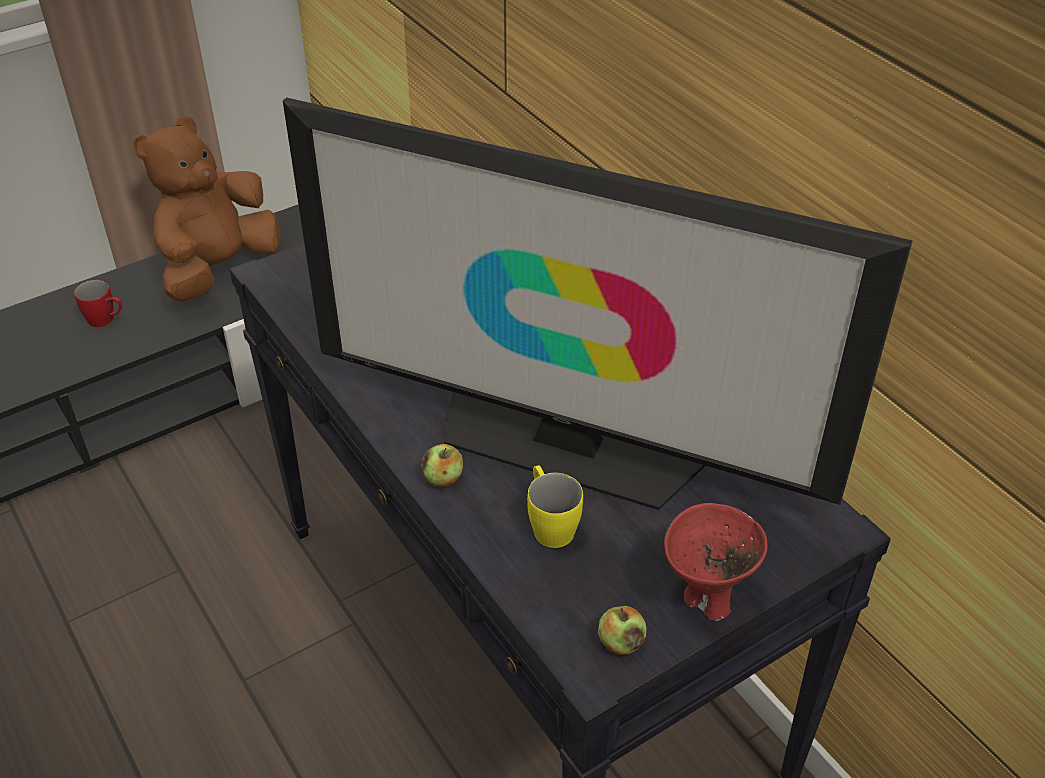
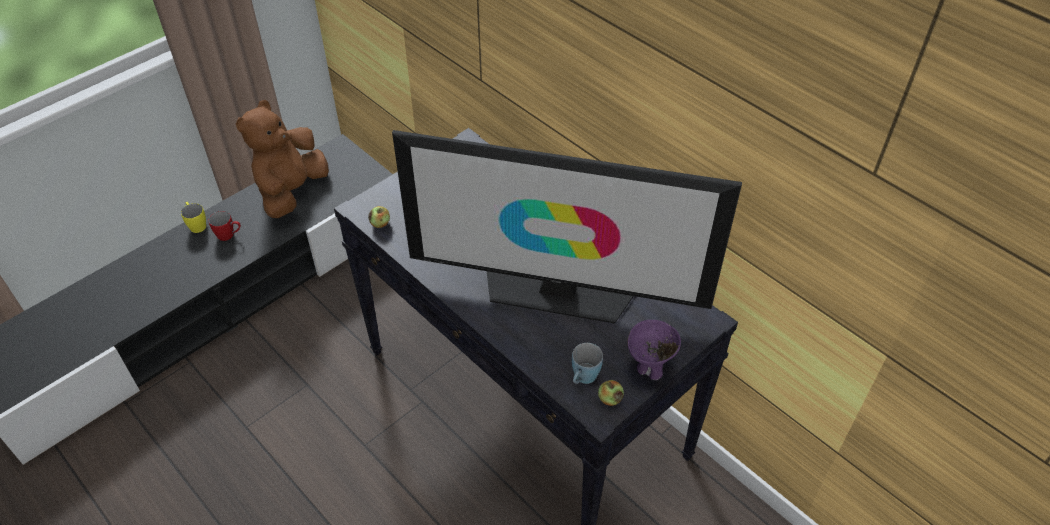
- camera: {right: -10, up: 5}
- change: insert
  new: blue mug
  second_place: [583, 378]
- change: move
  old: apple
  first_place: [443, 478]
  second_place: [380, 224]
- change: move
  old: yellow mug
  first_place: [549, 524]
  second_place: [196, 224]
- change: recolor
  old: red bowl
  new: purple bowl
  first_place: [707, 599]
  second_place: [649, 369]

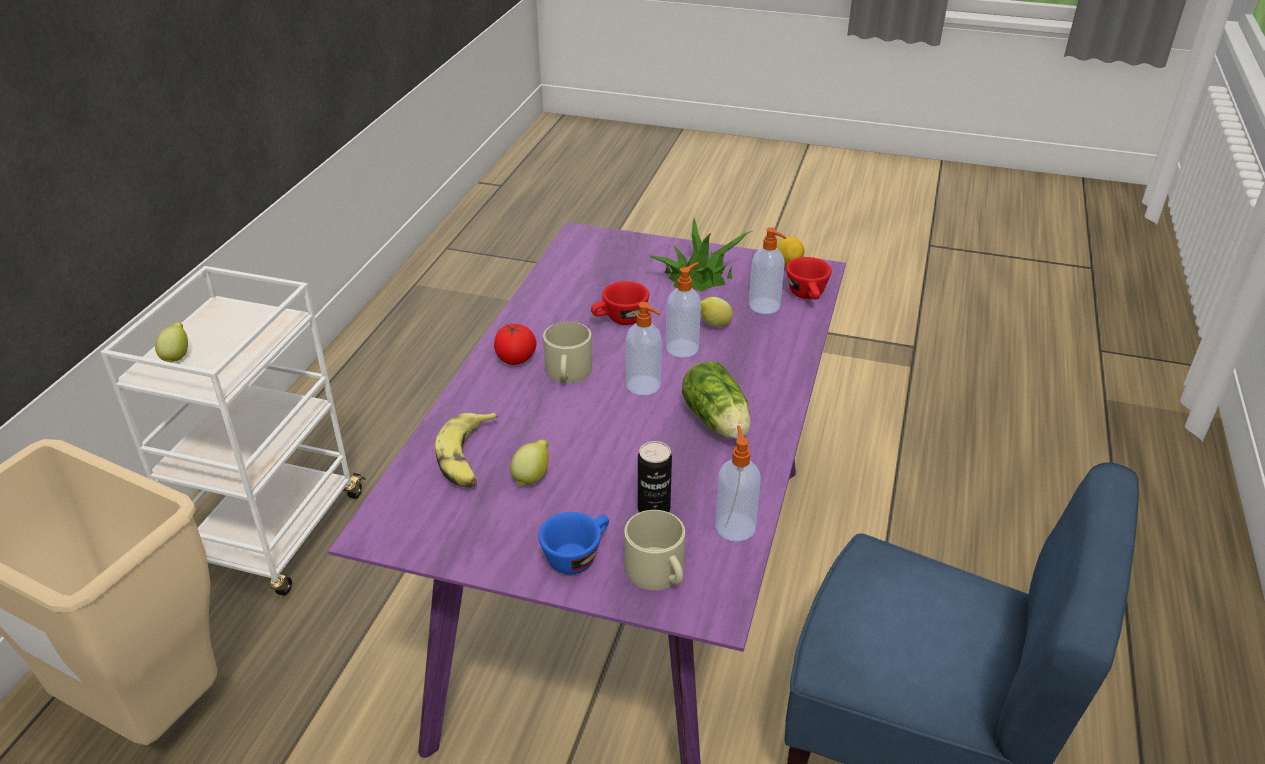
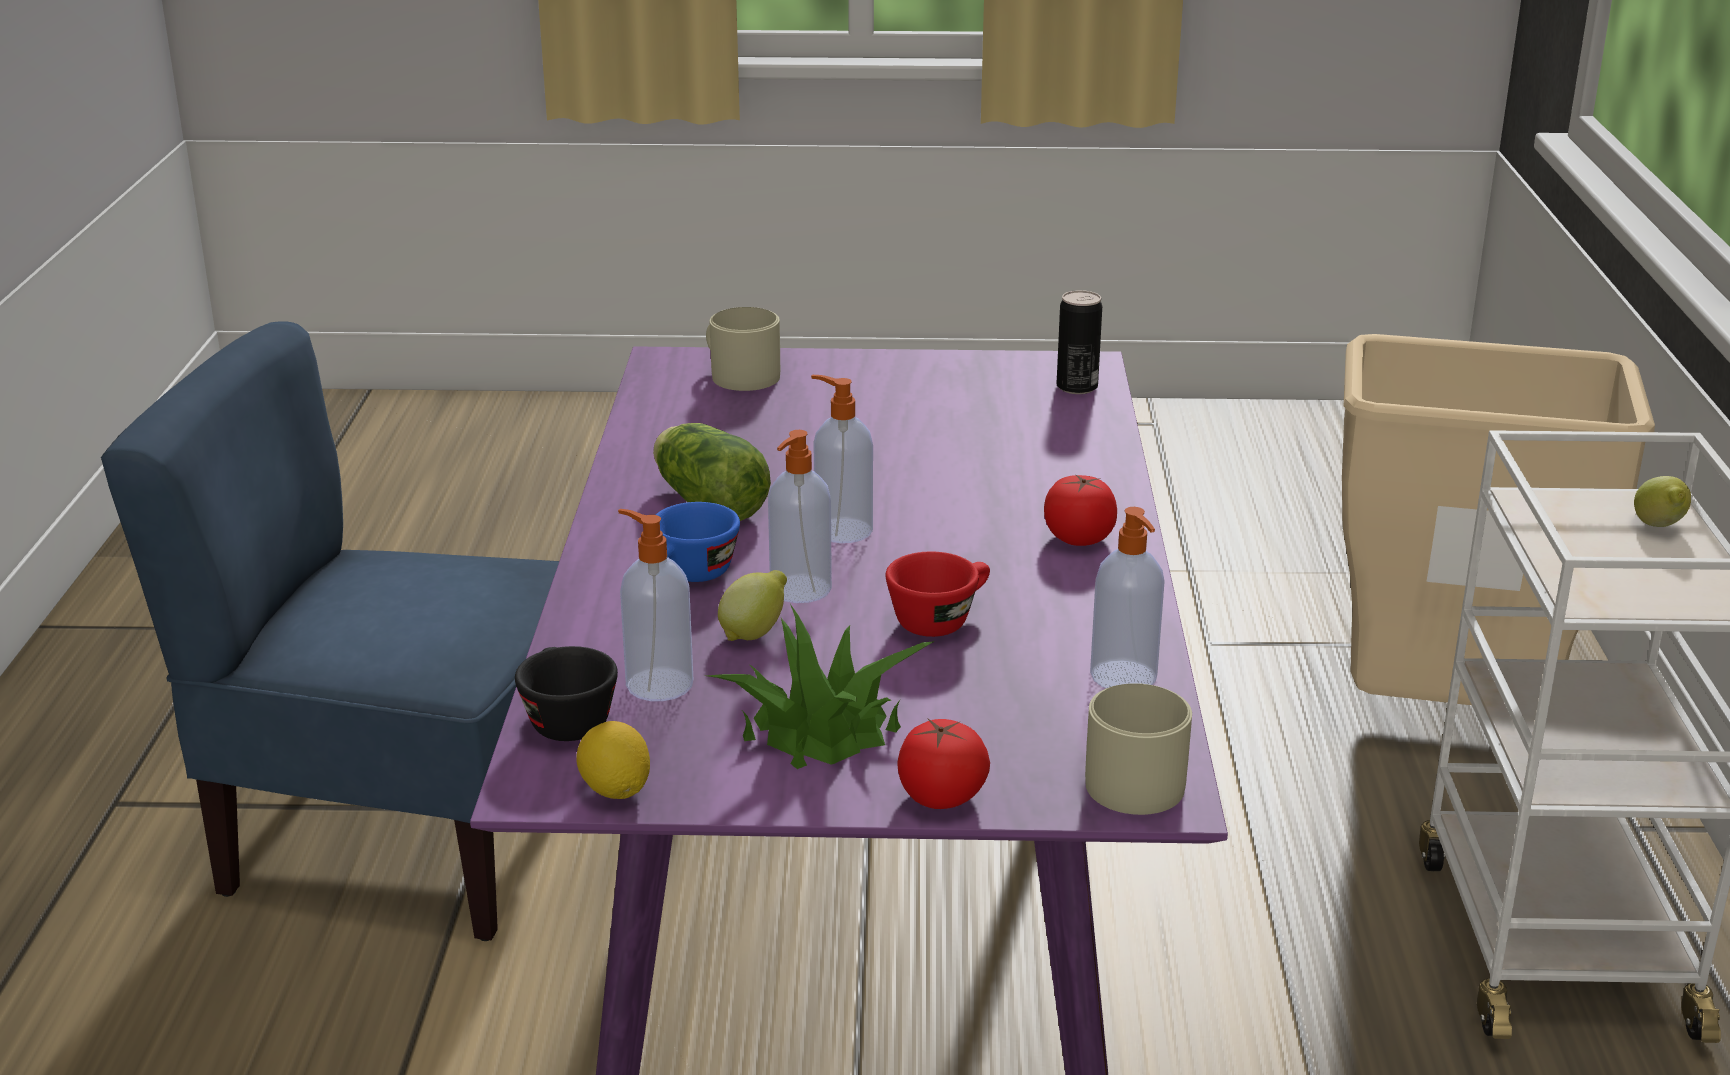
- camera: {right: 165, up: -10}
- change: delete
  old: banana
  first_place: [468, 458]
- change: delete
  old: lemon
  first_place: [532, 477]
- change: insert
  new: tomato
  second_place: [941, 797]
- change: move
  old: blue cup
  first_place: [577, 555]
  second_place: [690, 577]
- change: move
  old: beige mug
  first_place: [567, 373]
  second_place: [1130, 778]
- change: move
  old: can
  first_place: [654, 508]
  second_place: [1077, 387]
- change: move
  old: soap dispenser
  first_place: [735, 526]
  second_place: [1124, 677]
- change: recolor
  old: red cup
  new: black cup
  first_place: [808, 296]
  second_place: [565, 719]

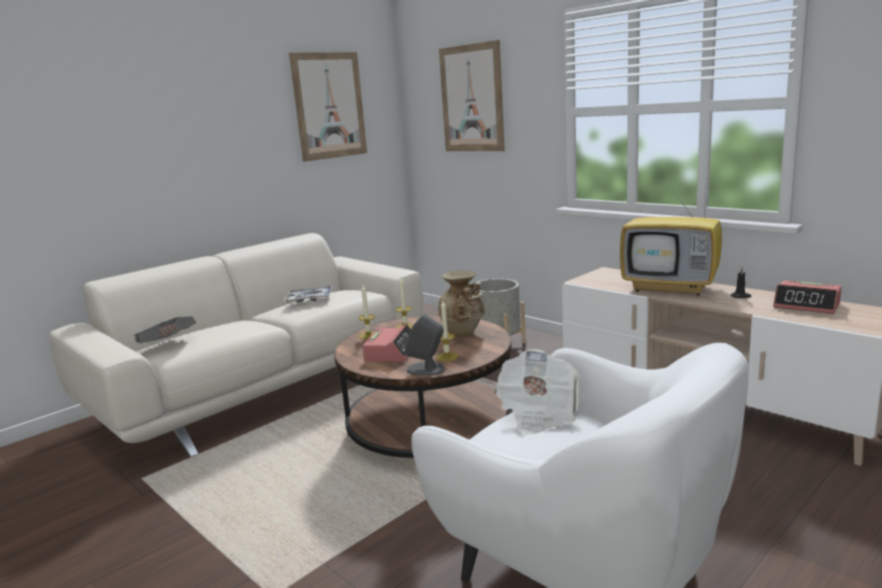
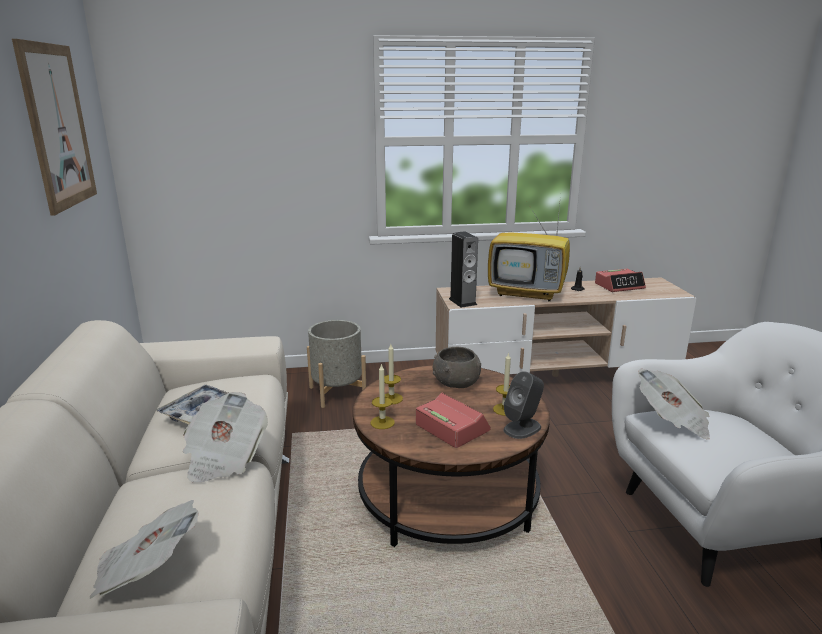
- camera: {right: -55, up: 5}
- change: delete
  old: picture
  first_place: [472, 98]
- change: insert
  new: newspaper
  second_place: [224, 457]
- change: insert
  new: speaker
  second_place: [462, 302]
- change: replace
  old: beige vase
  new: grey bowl
  first_place: [463, 333]
  second_place: [456, 383]
- change: rotate
  old: television
  first_place: [672, 288]
  second_place: [528, 293]
  degrees: 45

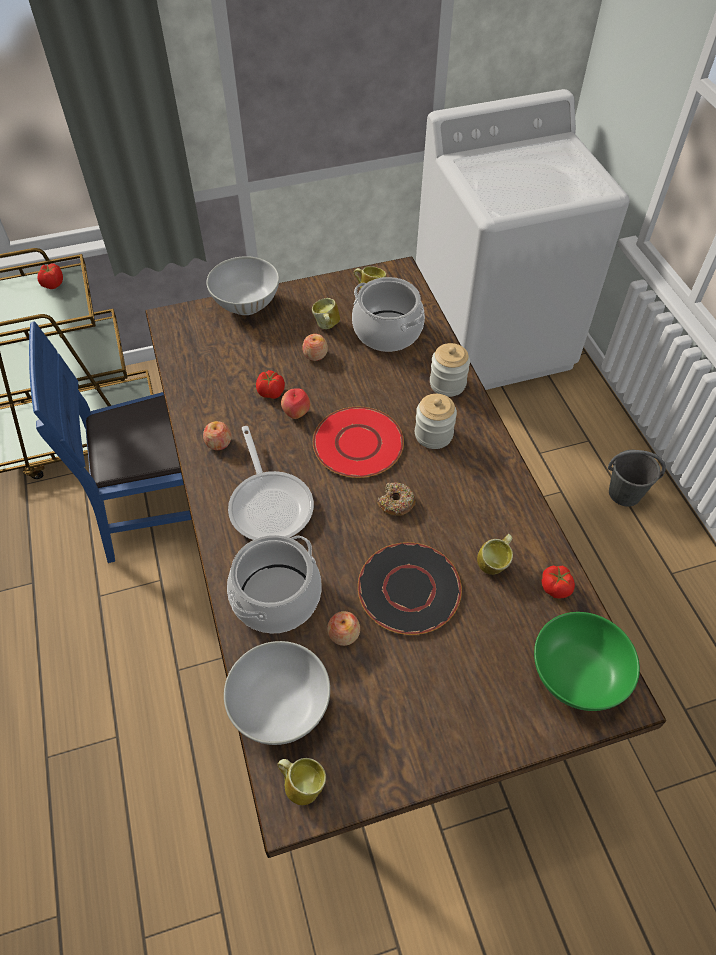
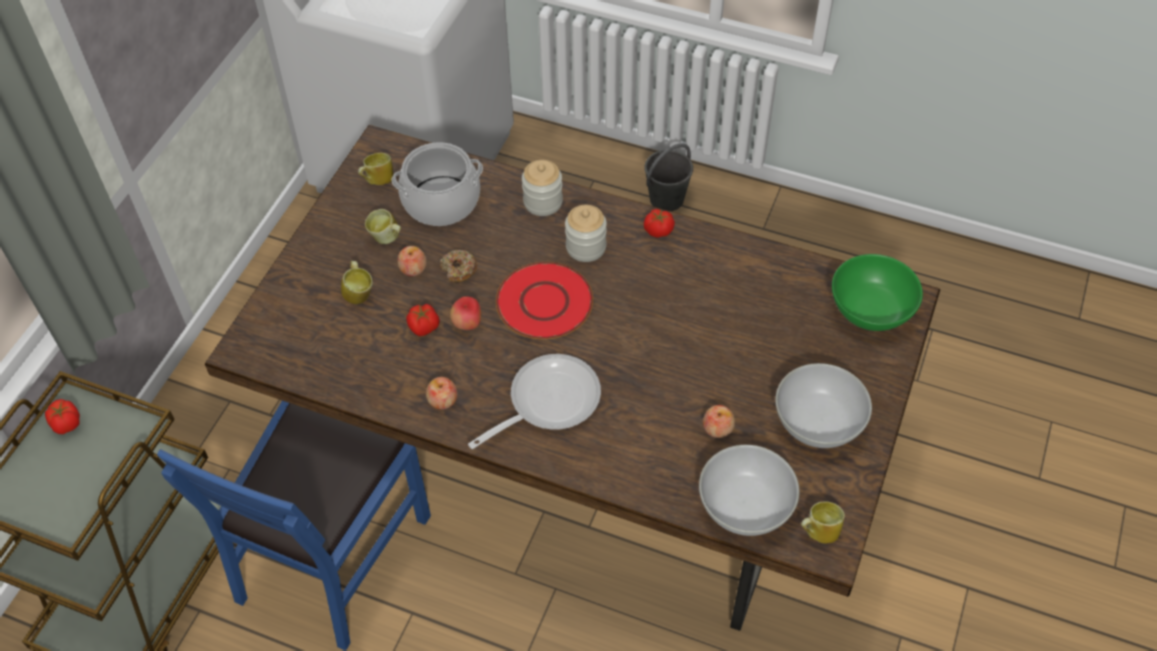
- camera: {right: -50, up: 0}
- change: delete
  old: cooking pot
  first_place: [277, 598]
- change: delete
  old: black plate
  first_place: [408, 588]
- change: move
  old: white bowl
  first_place: [246, 304]
  second_place: [817, 424]
- change: move
  old: donut
  first_place: [396, 503]
  second_place: [459, 270]
- change: move
  old: mug
  first_place: [495, 564]
  second_place: [359, 293]
- change: move
  old: tomato
  first_place: [555, 588]
  second_place: [658, 231]
- change: rotate
  old: frying pan
  first_place: [270, 504]
  second_place: [547, 402]
  degrees: -60

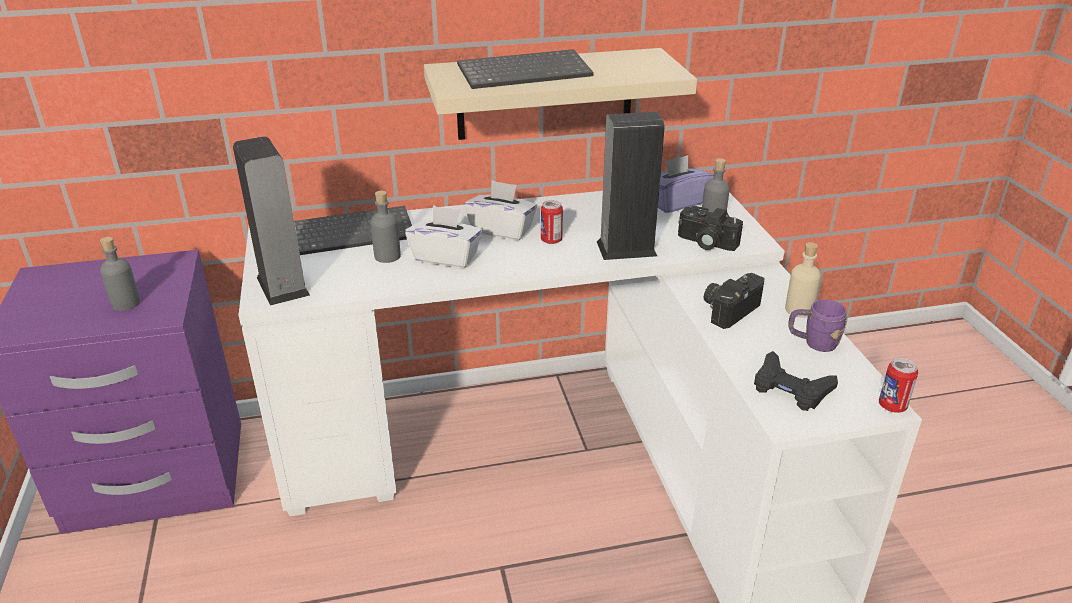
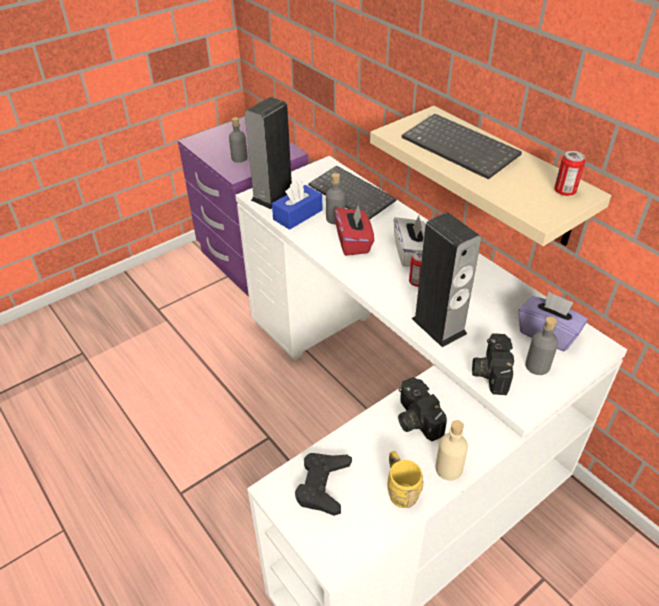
- camera: {right: 65, up: 10}
- change: insert
  new: blue tissue box
  second_place: [298, 215]
- change: move
  old: can
  first_place: [892, 406]
  second_place: [564, 191]
- change: recolor
  old: white tissue box
  new: red tissue box
  first_place: [446, 257]
  second_place: [353, 242]
- change: recolor
  old: purple mug
  new: yellow mug
  first_place: [813, 343]
  second_place: [400, 489]
- change: rotate
  old: photo camera
  first_place: [729, 309]
  second_place: [415, 419]
  degrees: -135

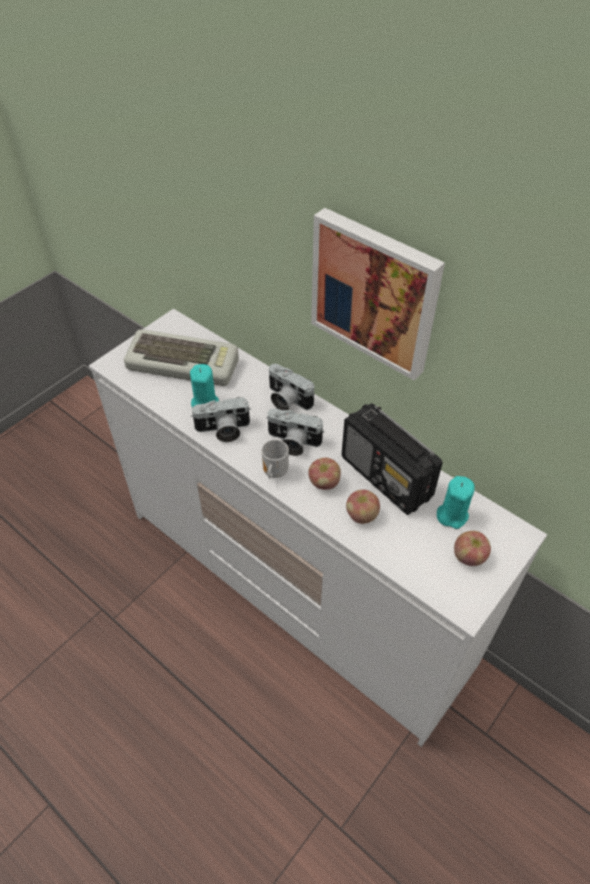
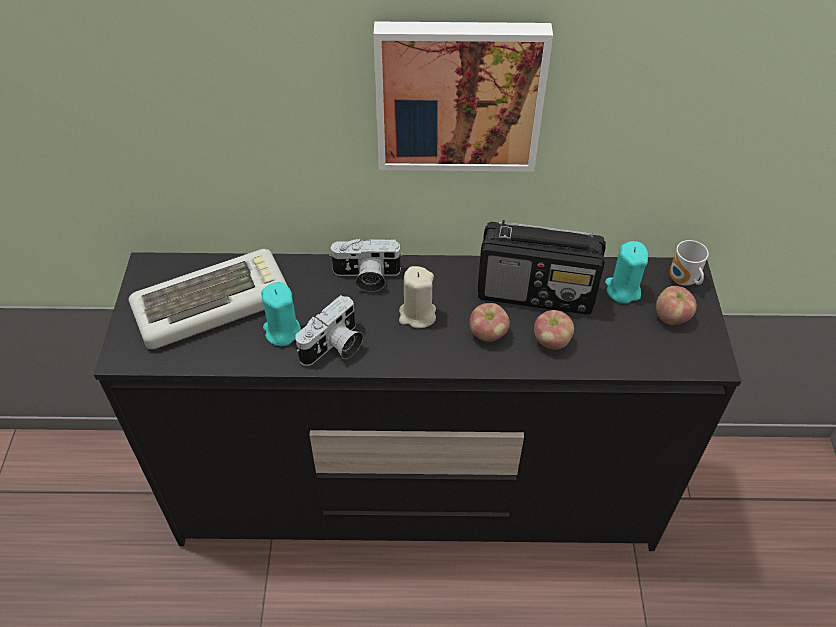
- camera: {right: -40, up: 0}
- change: move
  old: mug
  first_place: [273, 472]
  second_place: [682, 281]
- change: replace
  old: photo camera
  new: beige candle
  first_place: [292, 442]
  second_place: [417, 315]
- change: recolor
  old: white dresser
  new: black dresser
  first_place: [295, 587]
  second_place: [418, 494]

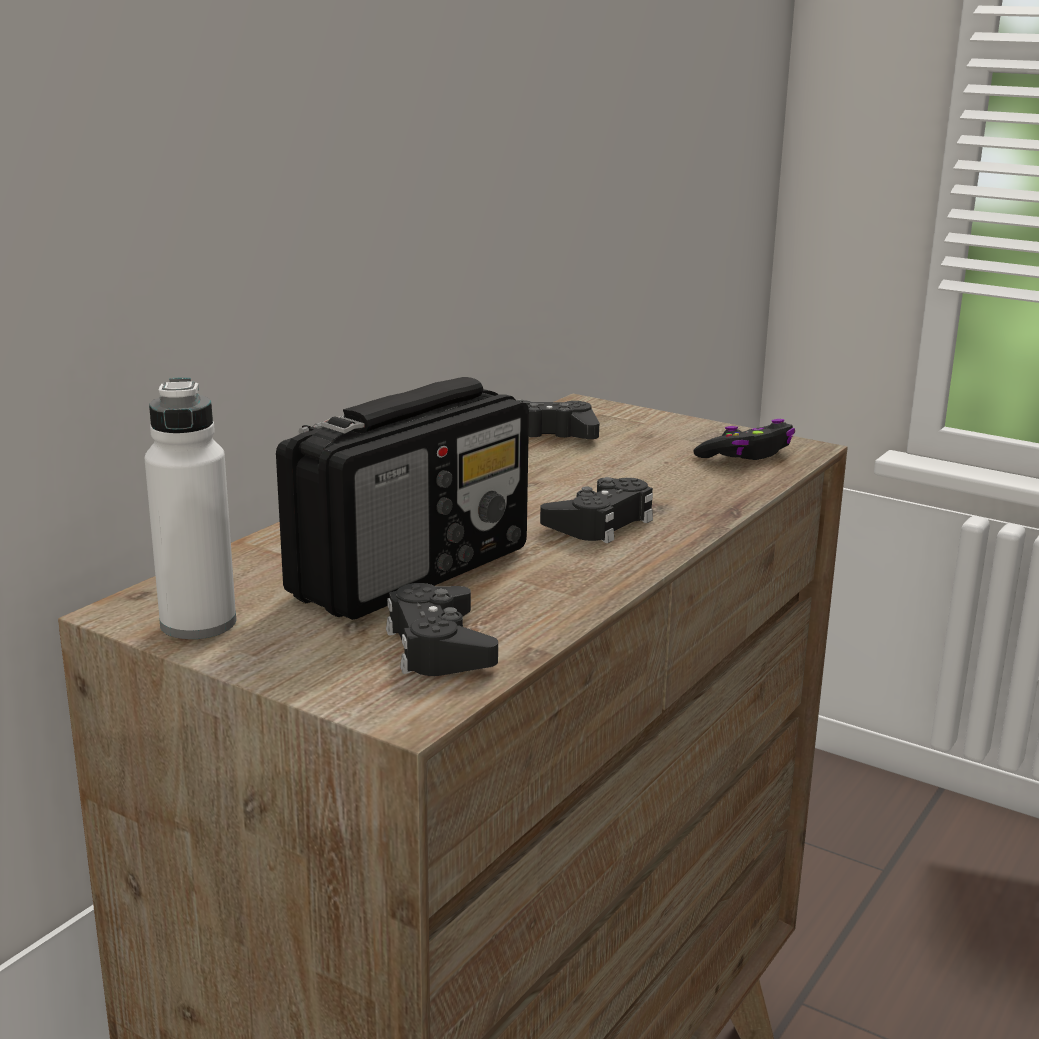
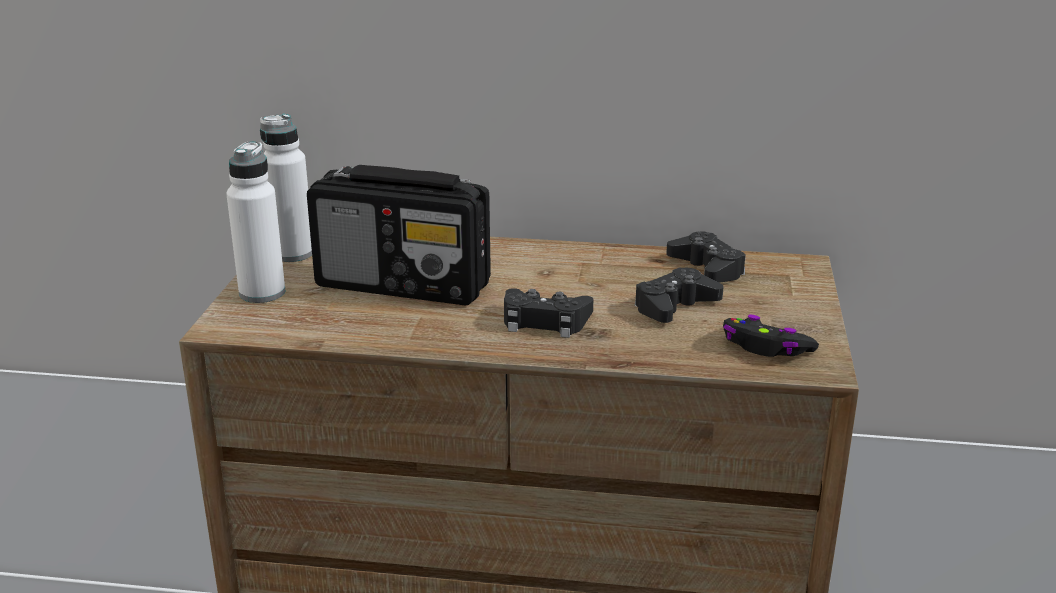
- camera: {right: 65, up: 5}
- change: insert
  new: white bottle
  second_place: [262, 293]
- change: move
  old: black game controller
  first_place: [439, 646]
  second_place: [674, 306]

